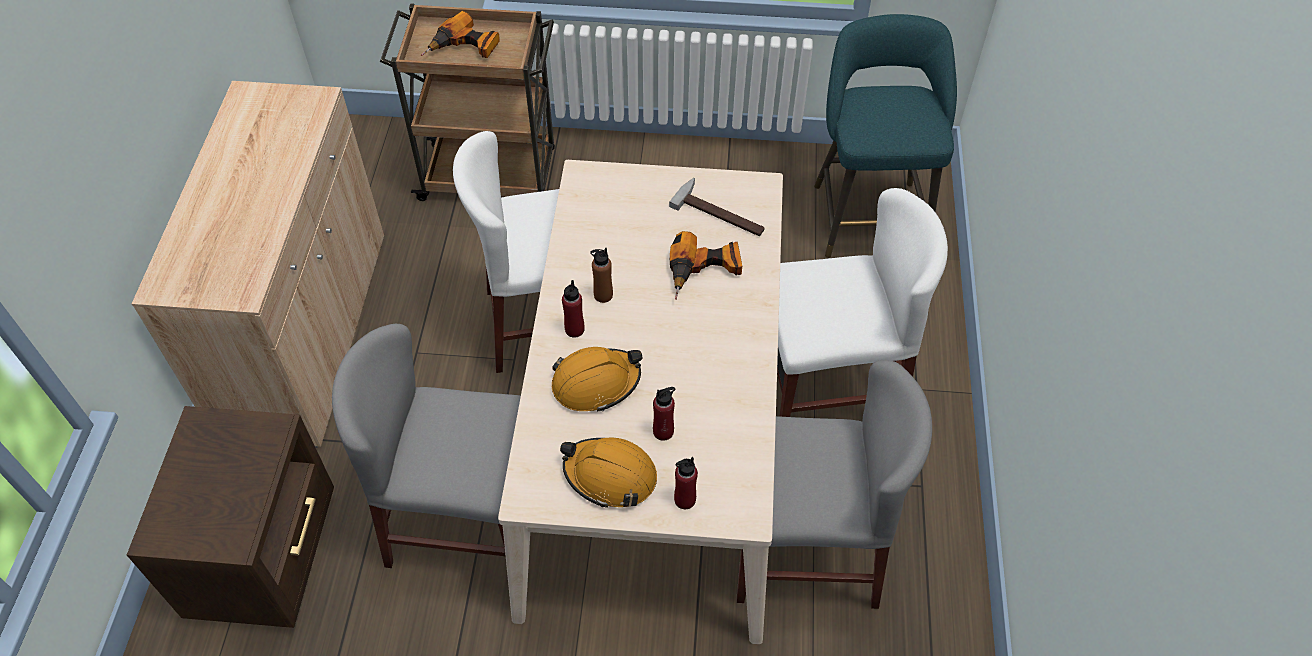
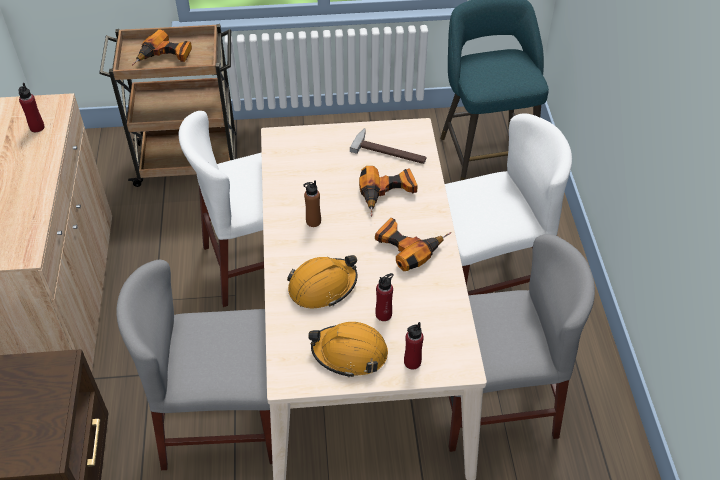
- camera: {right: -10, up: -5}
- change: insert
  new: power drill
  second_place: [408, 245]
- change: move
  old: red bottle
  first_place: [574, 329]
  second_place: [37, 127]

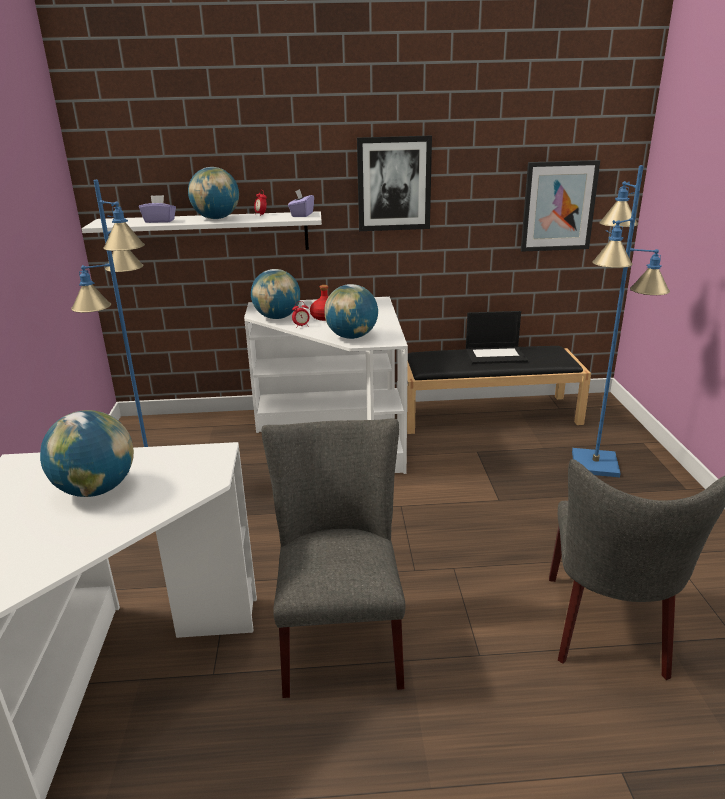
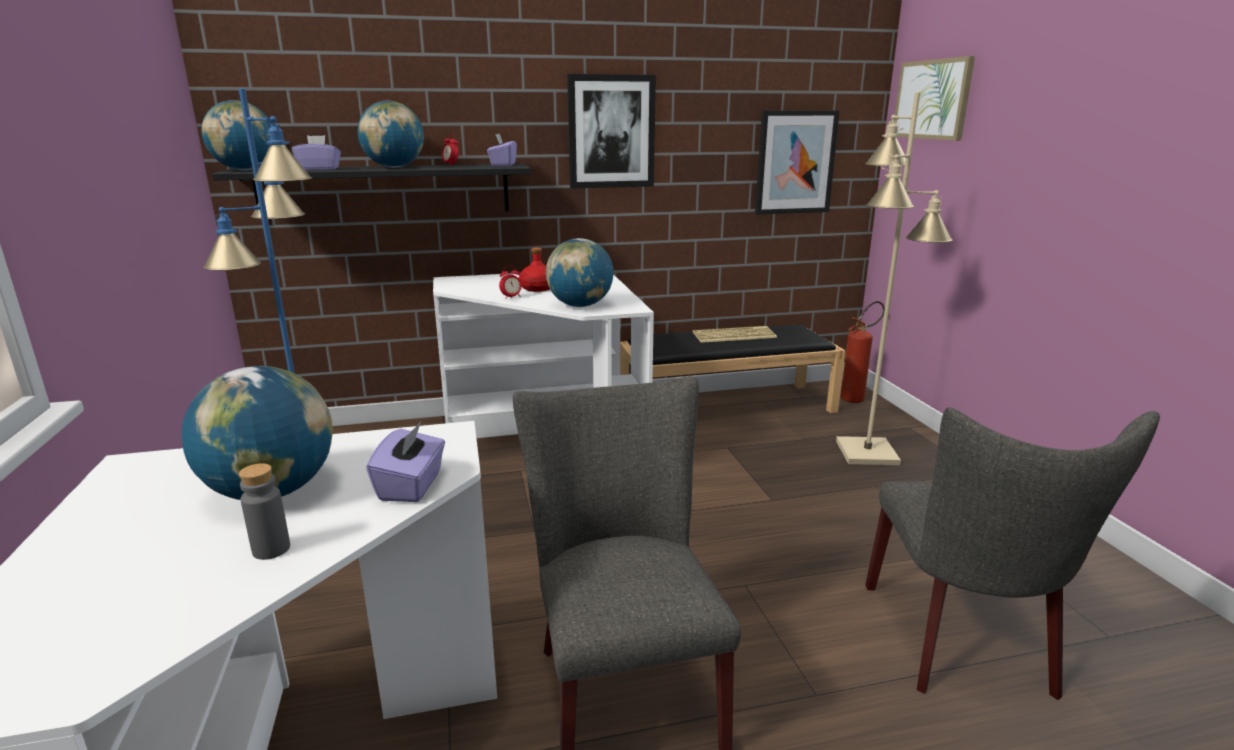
- camera: {right: -10, up: -5}
- change: insert
  new: grey bottle
  second_place: [271, 549]
- change: insert
  new: purple tissue box
  second_place: [412, 486]
- change: insert
  new: fire extinguisher
  second_place: [856, 398]
- change: insert
  new: picture
  second_place: [932, 99]
- change: move
  old: globe
  first_place: [277, 317]
  second_place: [245, 170]
- change: replace
  old: laptop
  new: keyboard
  first_place: [496, 355]
  second_place: [734, 335]
- change: recolor
  old: white shelf
  new: black shelf
  first_place: [211, 234]
  second_place: [386, 190]
- change: recolor
  old: blue floor lamp
  new: beige floor lamp
  first_place: [595, 463]
  second_place: [867, 452]

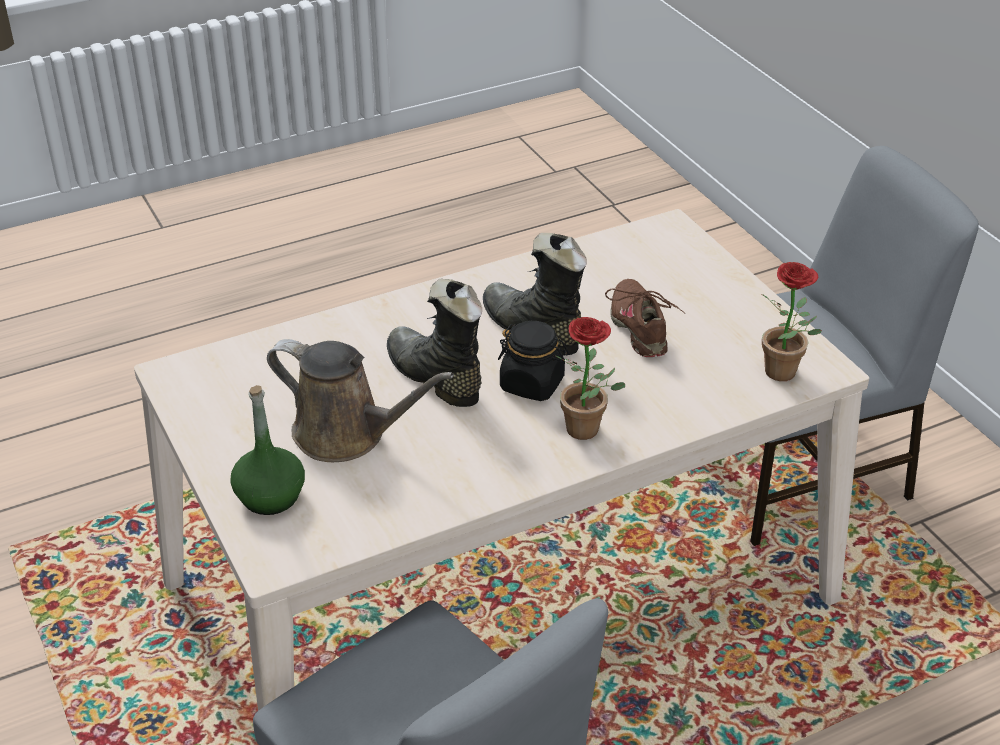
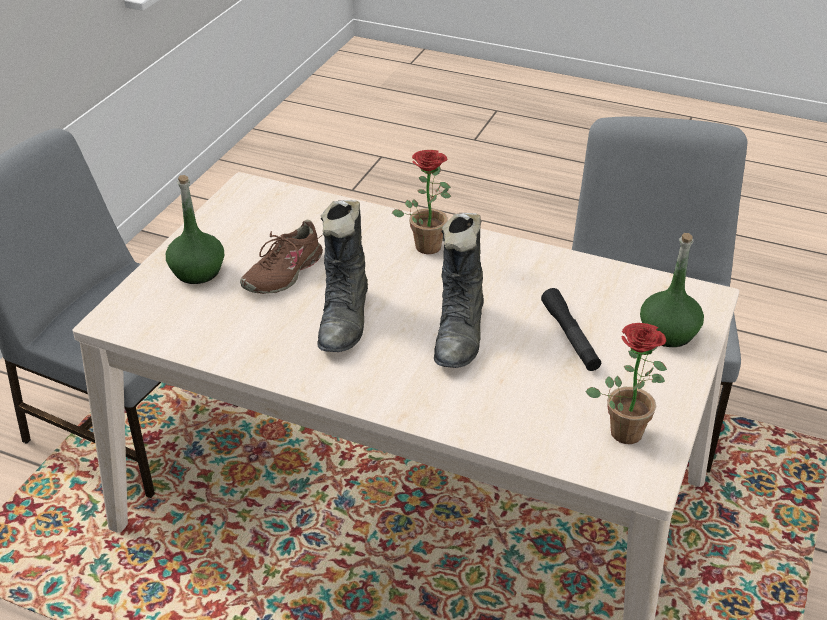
- camera: {right: -130, up: 0}
- change: delete
  old: black jar
  first_place: [532, 384]
- change: insert
  new: green bottle
  second_place: [198, 271]
- change: move
  old: potted plant
  first_place: [786, 375]
  second_place: [626, 427]
- change: replace
  old: brown watering can
  new: black flashlight
  first_place: [347, 434]
  second_place: [570, 337]

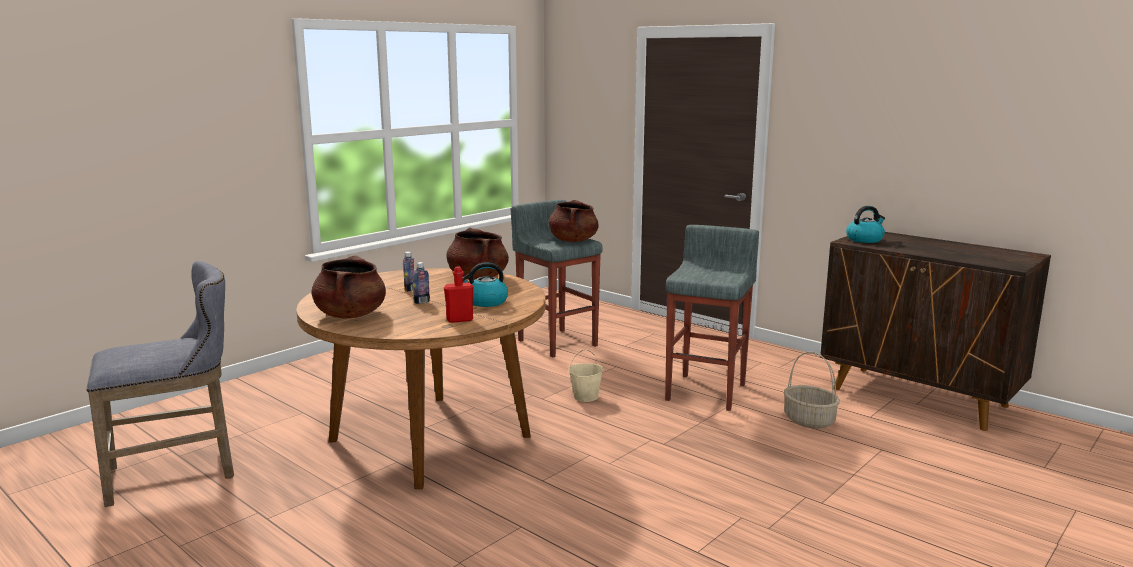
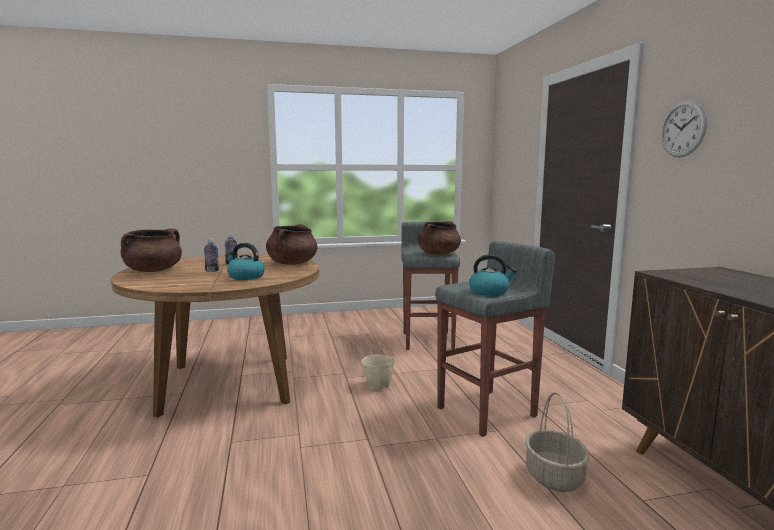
- camera: {right: 35, up: -5}
- change: delete
  old: grey stool
  first_place: [179, 473]
- change: delete
  old: red bottle
  first_place: [459, 320]
- change: insert
  new: wall clock
  second_place: [683, 129]
- change: move
  old: kettle
  first_place: [865, 239]
  second_place: [489, 291]

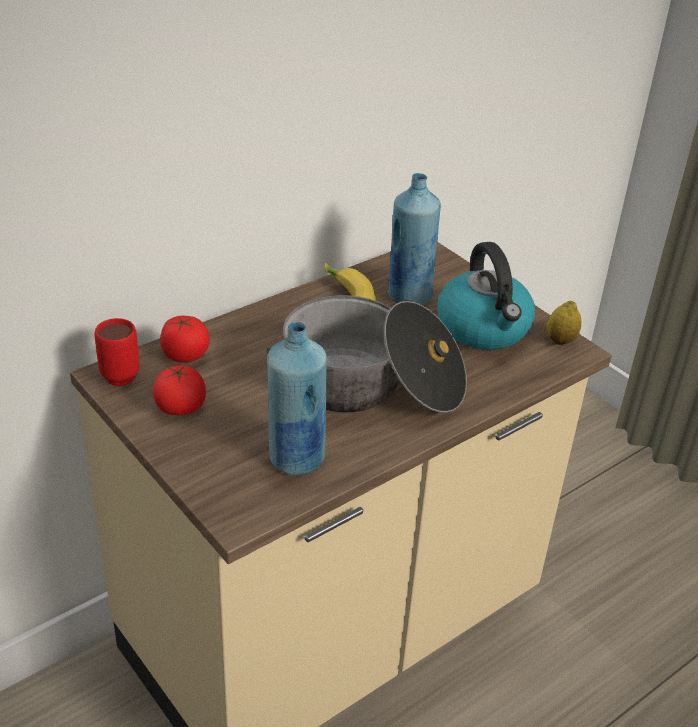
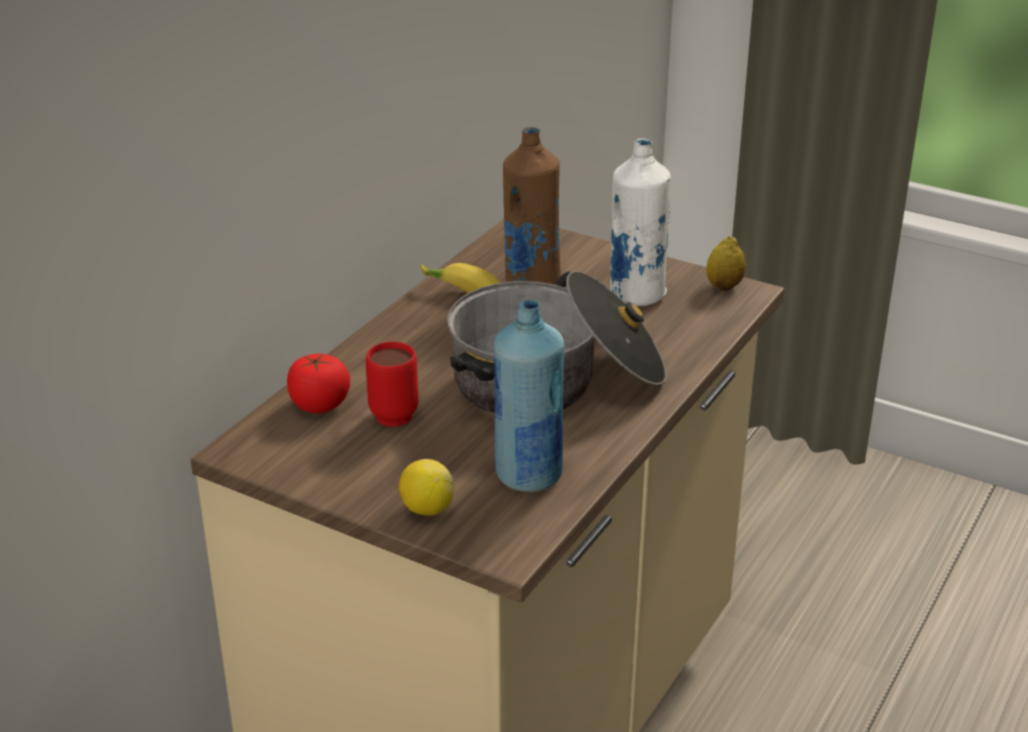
- camera: {right: -20, up: -5}
- change: delete
  old: tomato
  first_place: [180, 407]
- change: insert
  new: lemon
  second_place: [427, 509]
- change: move
  old: red mug
  first_place: [122, 373]
  second_place: [391, 412]
- change: replace
  old: kettle
  new: white bottle
  first_place: [484, 329]
  second_place: [636, 294]
- change: recolor
  old: blue bottle
  new: brown bottle
  first_place: [409, 296]
  second_place: [531, 281]

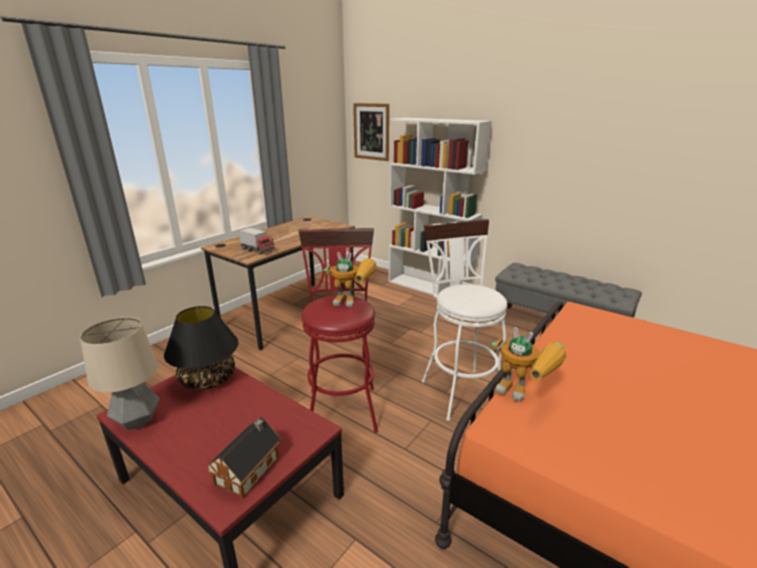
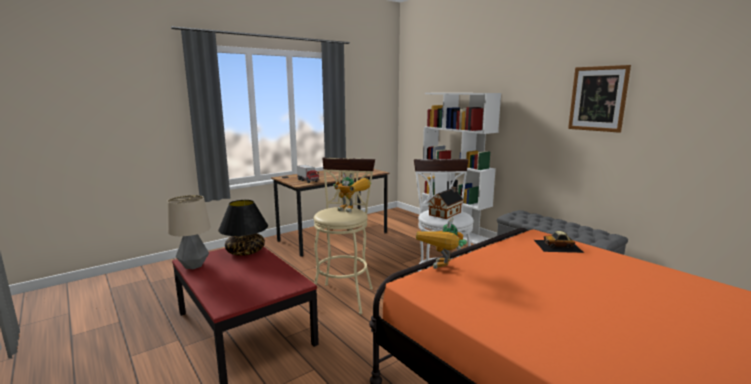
- camera: {right: 15, up: -10}
- change: insert
  new: toy car
  second_place: [558, 246]
- change: move
  old: toy house
  first_place: [250, 469]
  second_place: [446, 213]
- change: move
  old: picture
  first_place: [371, 131]
  second_place: [598, 99]
- change: recolor
  old: red stool
  new: beige stool
  first_place: [342, 405]
  second_place: [343, 295]
- change: rotate
  old: toy robot
  first_place: [524, 393]
  second_place: [443, 270]
  degrees: 60

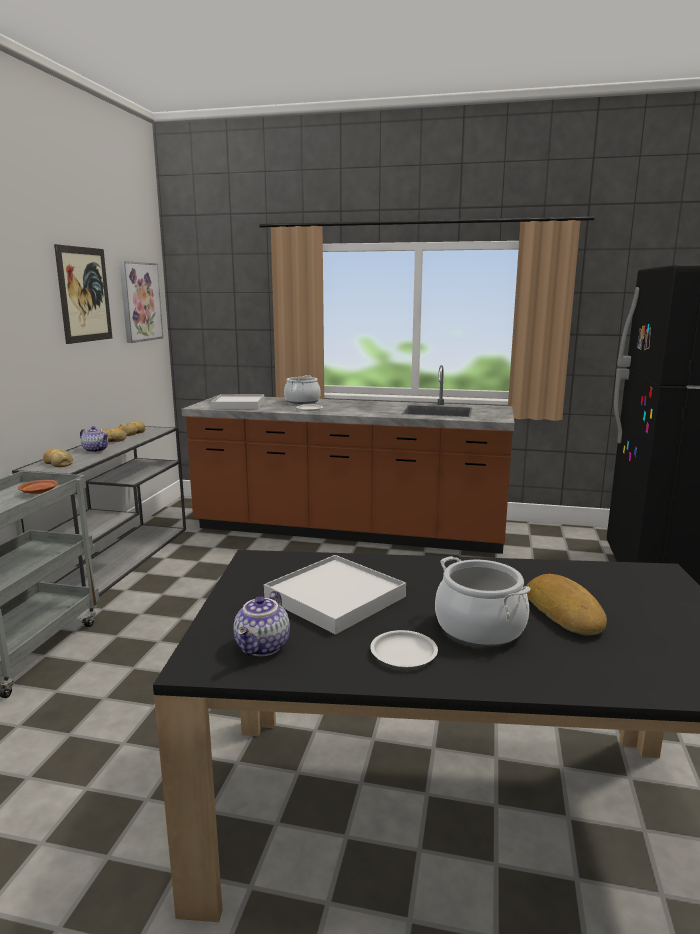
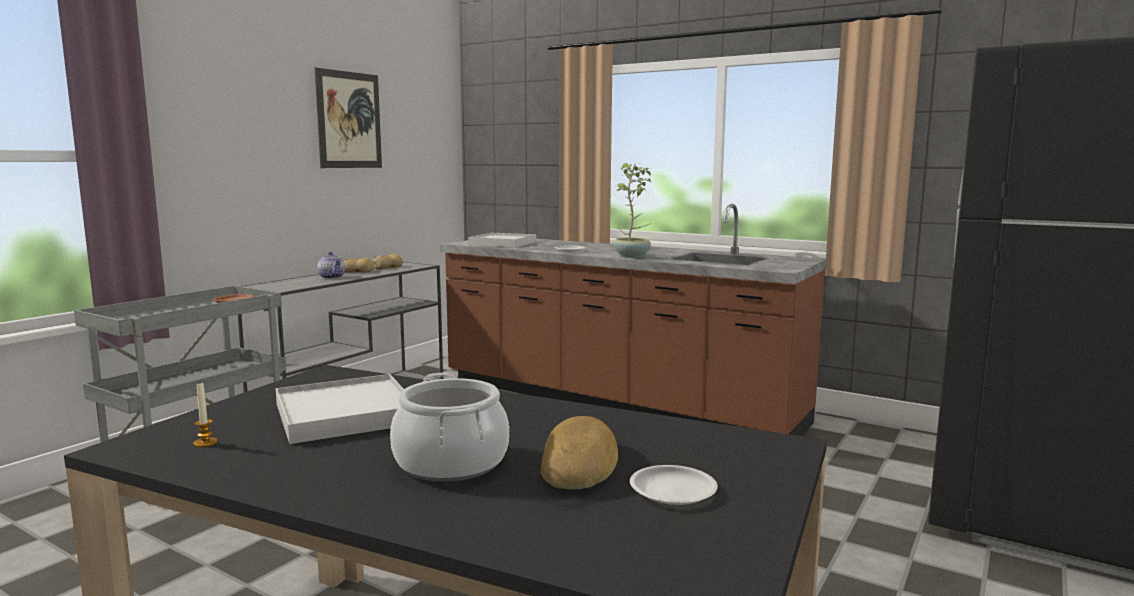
- camera: {right: 20, up: -5}
- change: delete
  old: bread
  first_place: [58, 463]
- change: delete
  old: picture
  first_place: [140, 302]
- change: delete
  old: cooking pot
  first_place: [302, 401]
- change: insert
  new: potted plant
  second_place: [633, 256]
- change: move
  old: white plate
  first_place: [403, 653]
  second_place: [672, 490]
- change: replace
  old: teapot
  new: candle
  first_place: [263, 647]
  second_place: [205, 443]

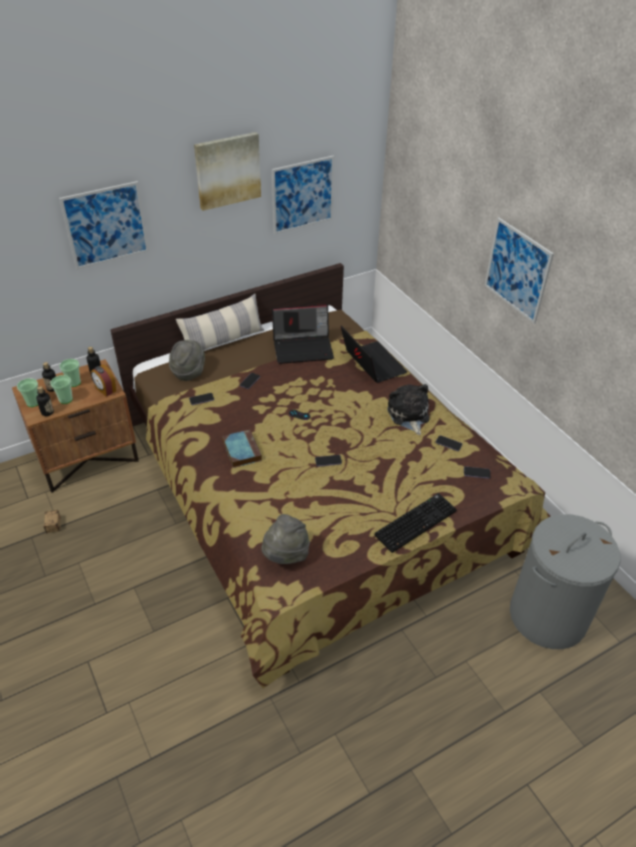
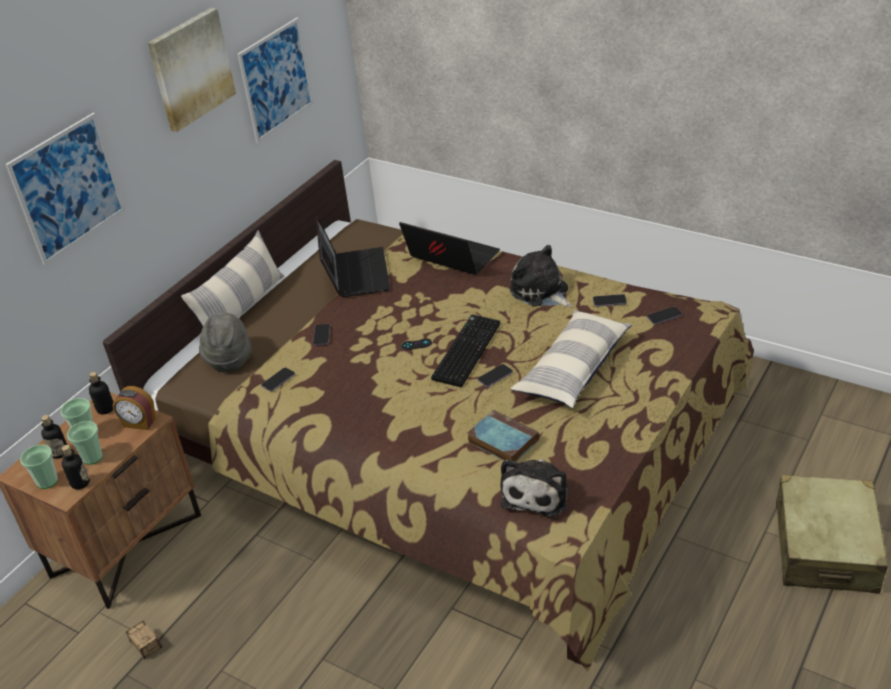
- camera: {right: -25, up: -5}
- change: delete
  old: picture
  first_place: [517, 270]
- change: delete
  old: grey laundry basket
  first_place: [547, 615]
- change: insert
  new: pillow
  second_place: [573, 369]
- change: insert
  new: beige suitcase
  second_place: [825, 547]
- change: move
  old: book
  first_place: [241, 450]
  second_place: [501, 440]
- change: move
  old: keyboard
  first_place: [415, 521]
  second_place: [465, 350]
- change: replace
  old: grey hat
  new: plush toy
  first_place: [285, 555]
  second_place: [536, 493]
- change: rotate
  old: laptop
  first_place: [303, 348]
  second_place: [355, 273]
  degrees: -60

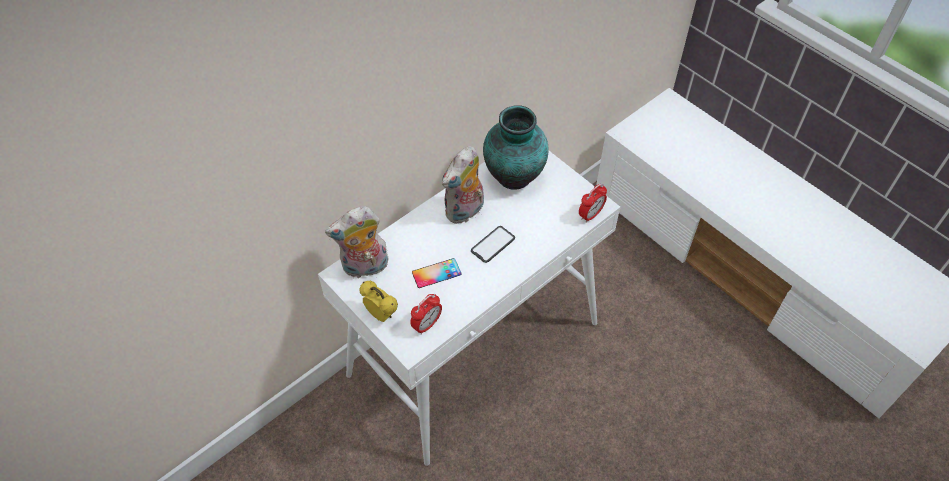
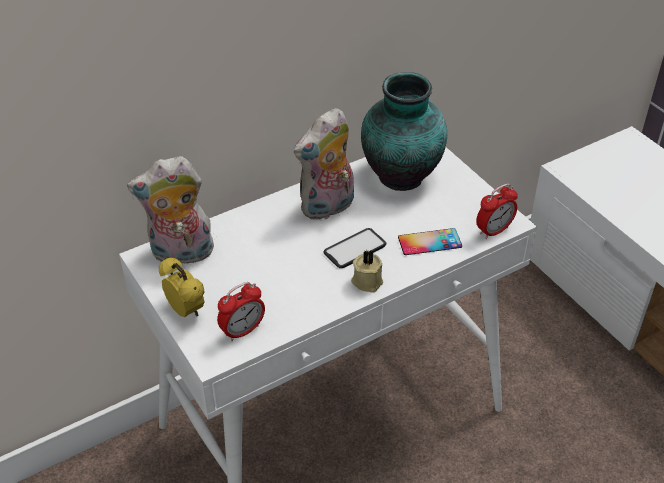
- camera: {right: 10, up: -10}
- change: insert
  new: beige candle
  second_place: [367, 280]
- change: move
  old: phone
  first_place: [436, 273]
  second_place: [429, 242]

